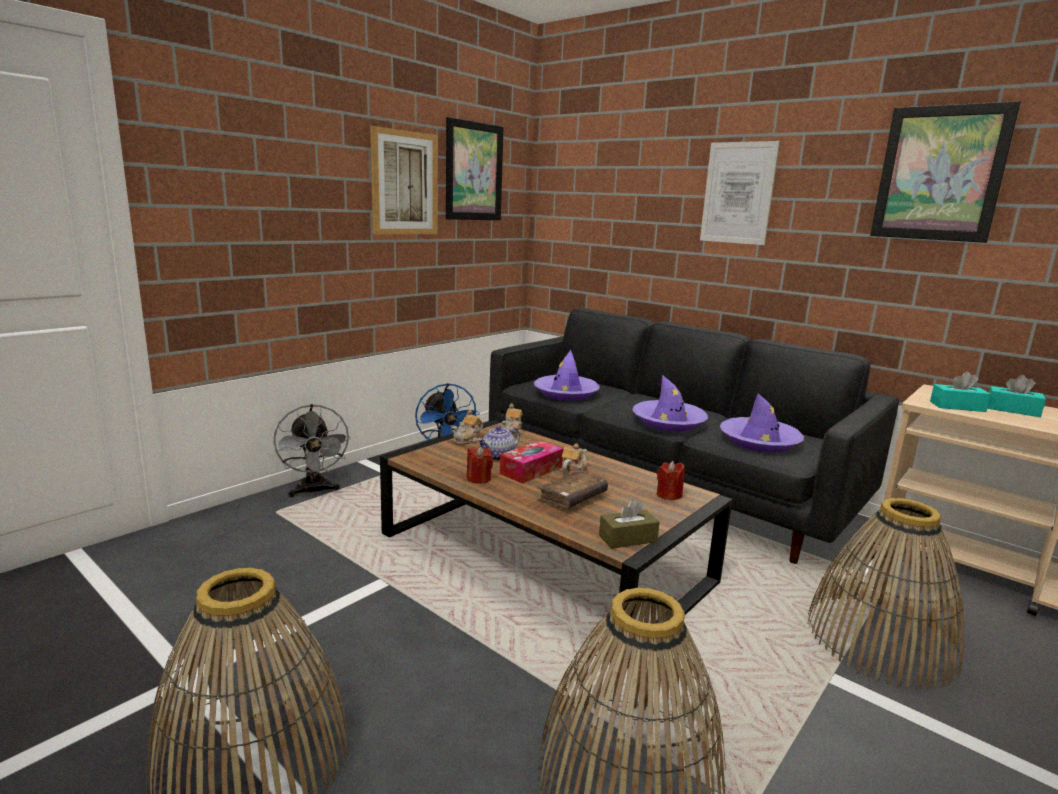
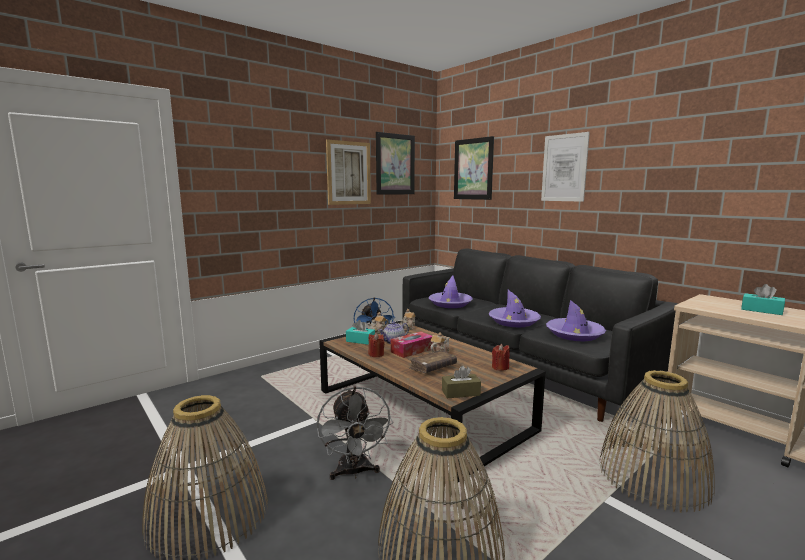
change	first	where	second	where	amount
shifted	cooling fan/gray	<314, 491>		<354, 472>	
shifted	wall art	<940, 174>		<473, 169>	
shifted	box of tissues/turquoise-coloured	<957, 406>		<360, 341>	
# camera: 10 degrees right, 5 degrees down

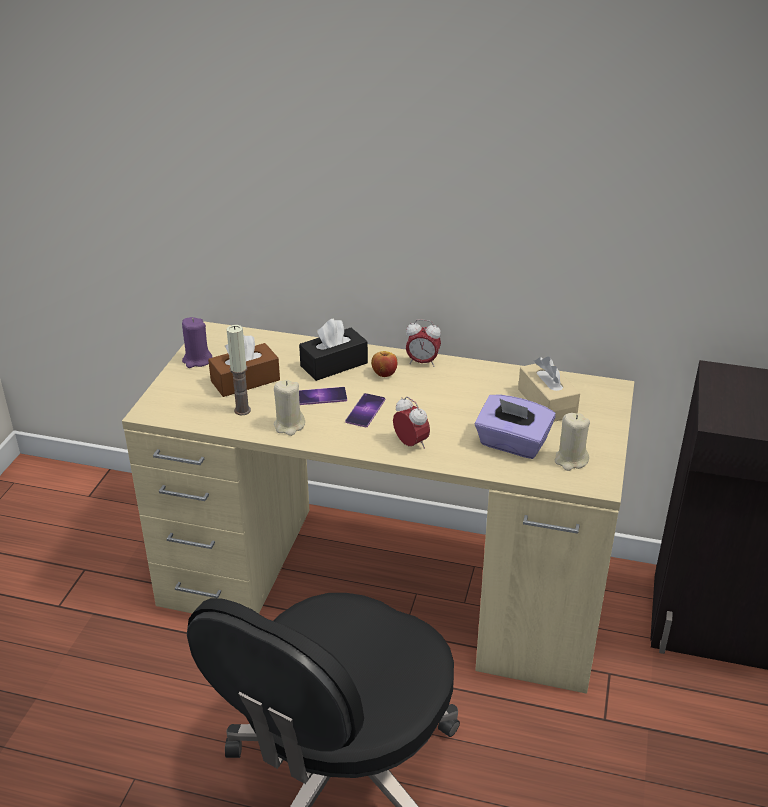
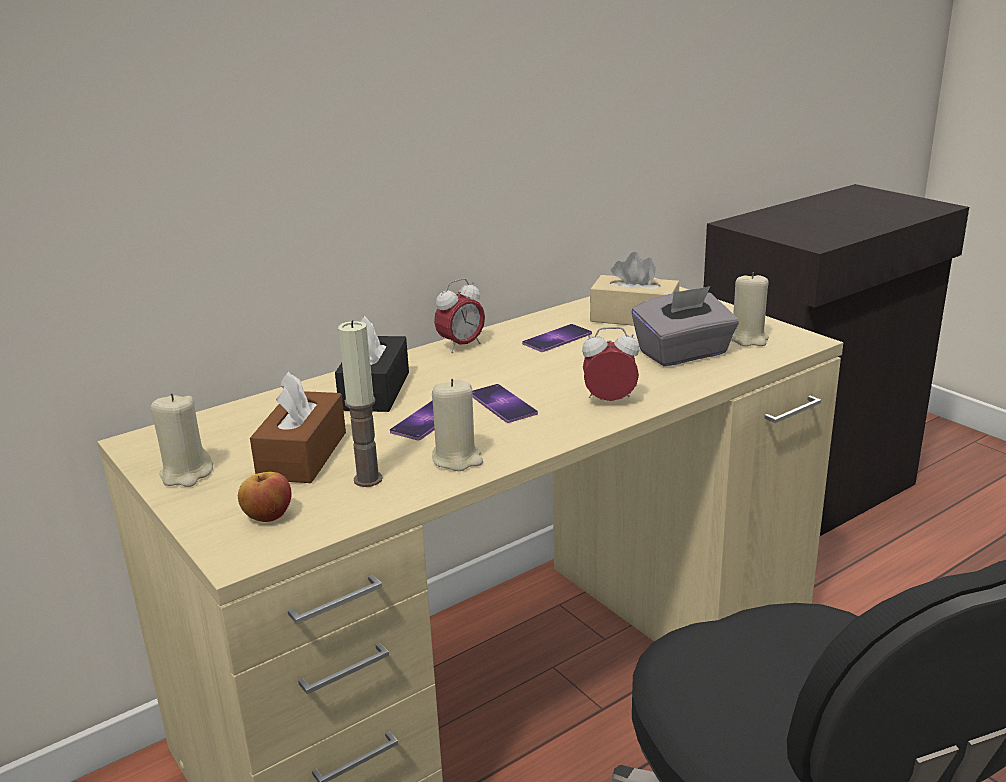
change	first	where	second	where	amount
new			phone	<557, 338>	
shifted	apple	<384, 373>		<268, 516>	
repainted	candle/purple	<197, 360>	candle/sand-coloured	<186, 474>	
repainted	box of tissues/purple	<512, 444>	box of tissues/gray	<683, 354>	
# camera: 50 degrees left, 10 degrees down

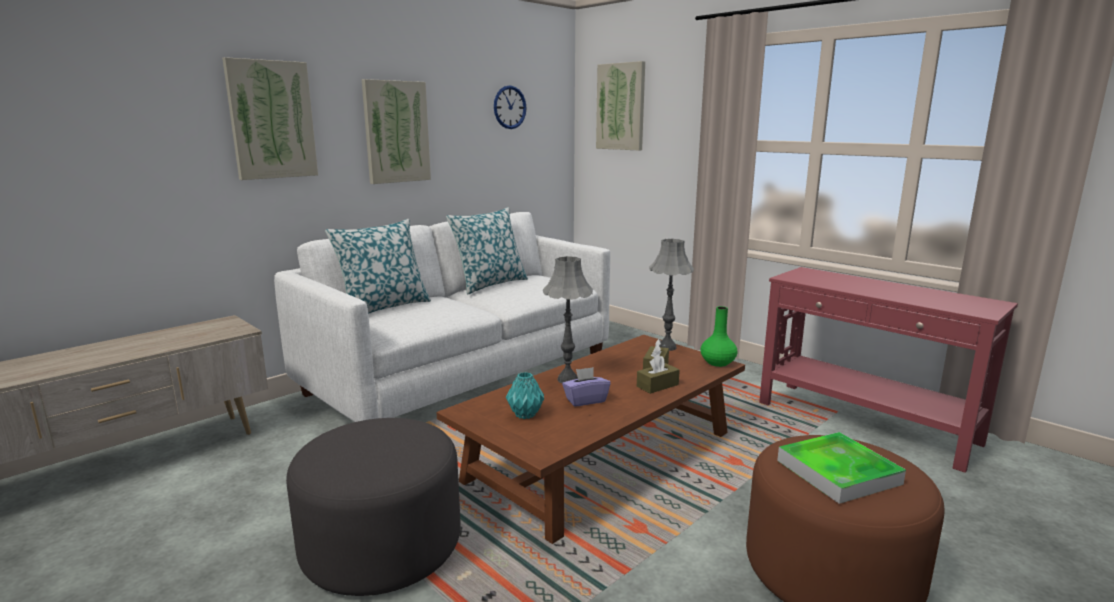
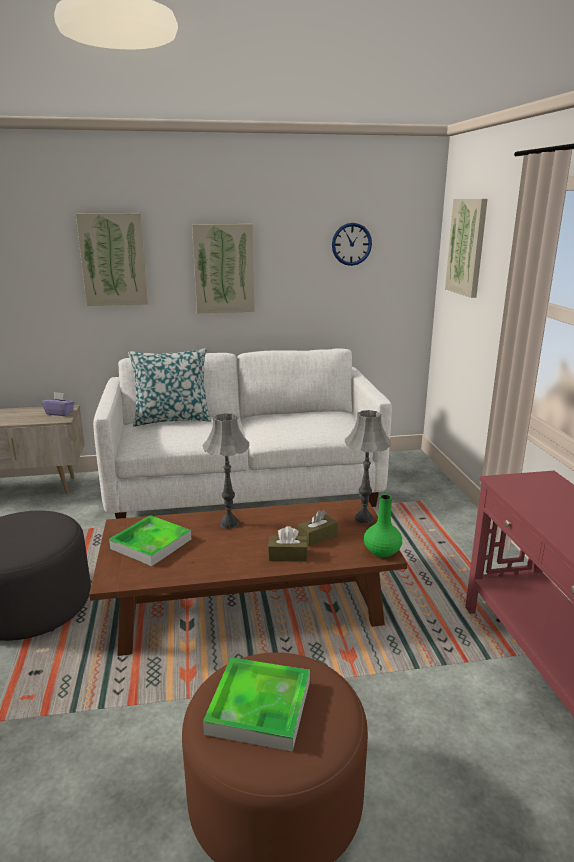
change	first	where	second	where	amount
gone	throw pillow	<489, 284>			
shifted	box of tissues/purple	<585, 400>		<59, 413>	
swapped	vase/turquoise-coloured	<524, 415>	tray	<151, 544>	
# camera: 35 degrees right, 5 degrees up

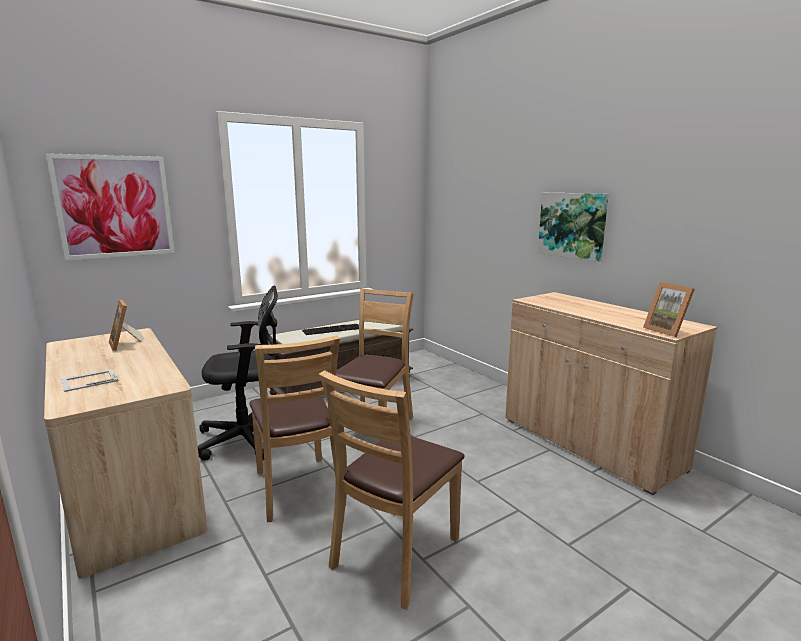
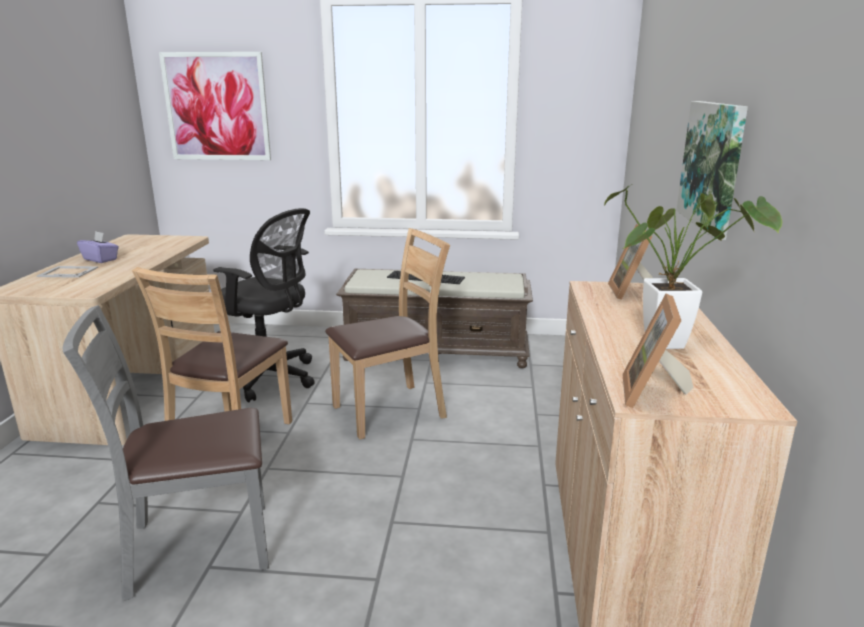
change	first	where	second	where	amount
new			box of tissues/purple	<100, 259>	
new			houseplant	<674, 343>	
shifted	picture frame	<125, 344>		<632, 292>	
repainted	chair/brown	<396, 554>	chair/gray	<197, 547>	
# camera: 40 degrees right, 5 degrees up

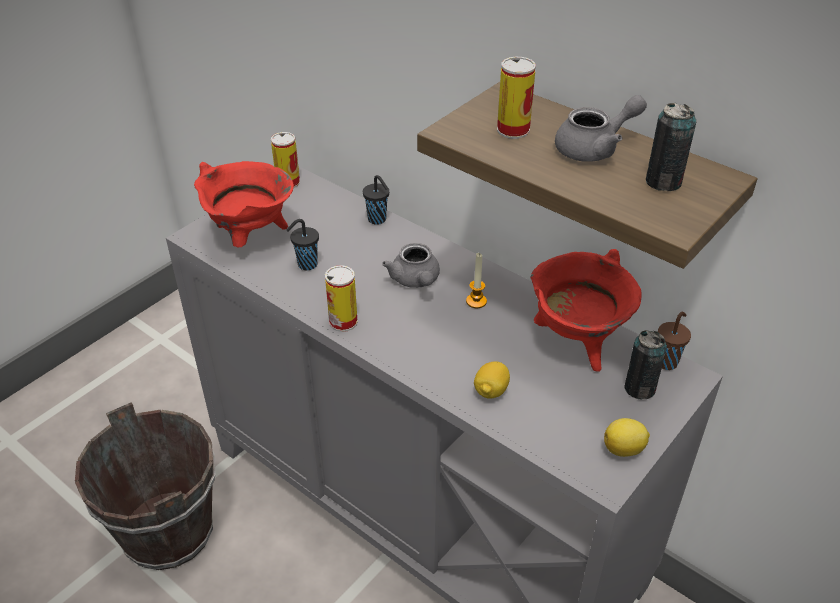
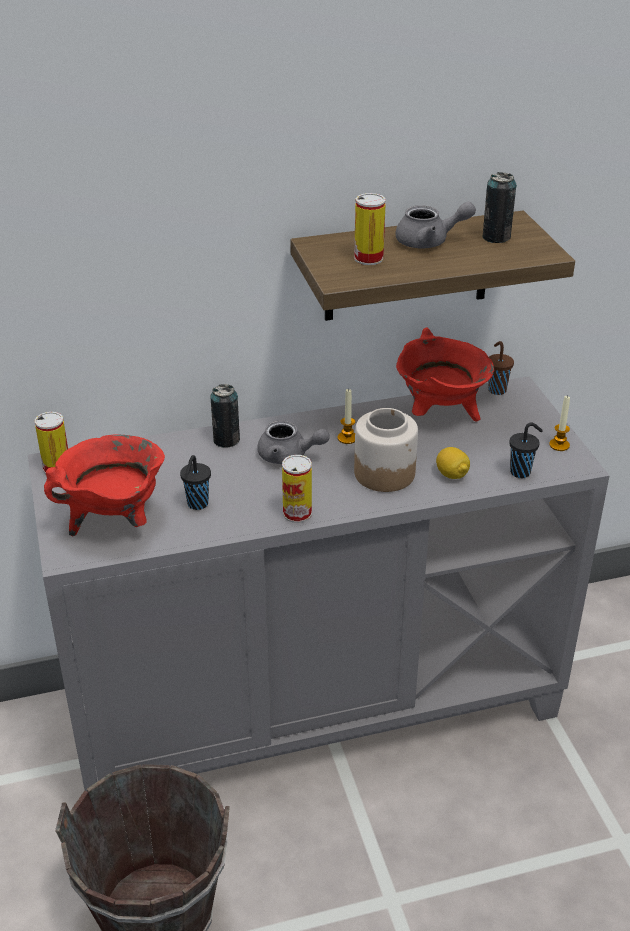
change	first	where	second	where	amount
new			jar	<384, 473>	
shifted	small cup/blackish	<378, 220>		<521, 472>	
shifted	metal can	<639, 388>		<226, 440>	
swapped	citrus fruit	<624, 449>	candle	<559, 445>	
rotated	pot for tea/gray	<595, 148>		<429, 241>	75 degrees clockwise
# camera: 55 degrees left, 5 degrees down

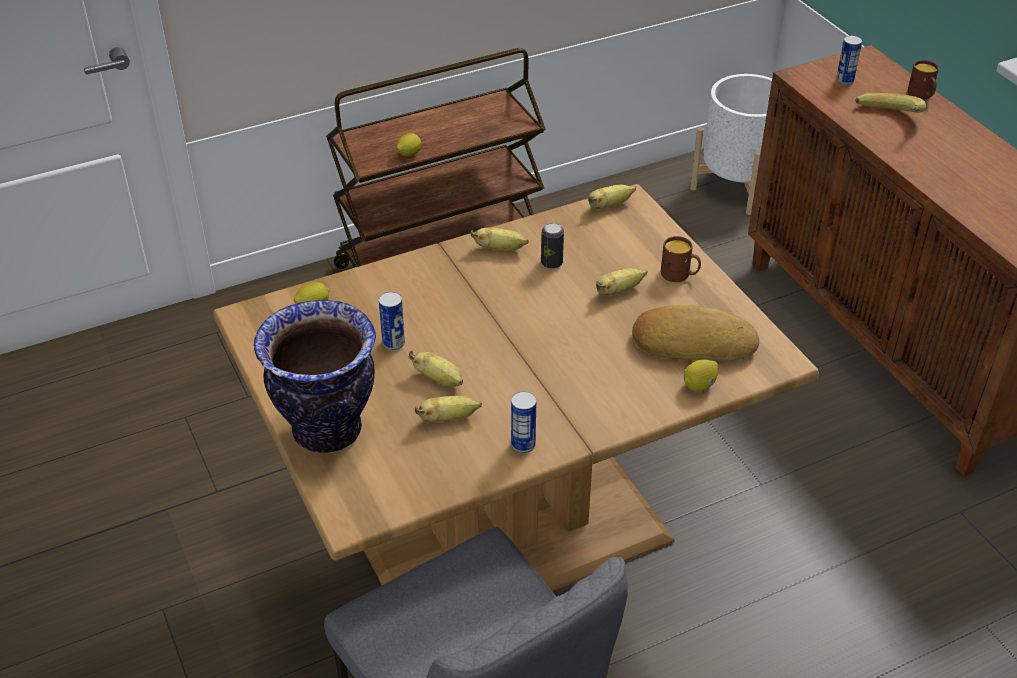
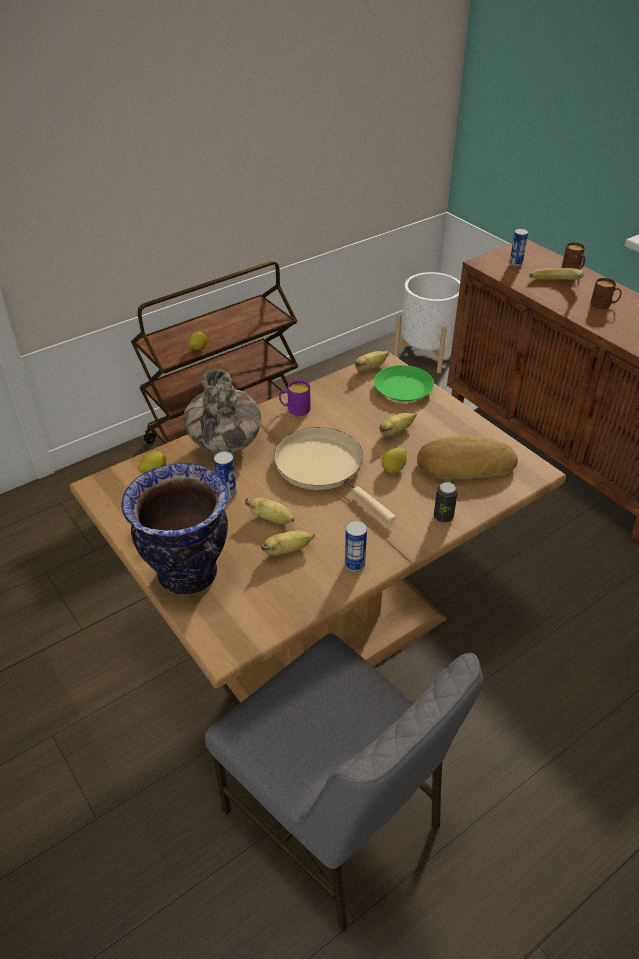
change	first	where	second	where	amount
new			vase	<225, 446>	
new			frying pan/sand-coloured	<323, 467>	
new			plate/green	<402, 389>	
shifted	metal can	<551, 263>		<443, 516>	
shifted	tea mug/brown	<680, 275>		<603, 305>	
shifted	citrus fruit	<699, 385>		<394, 469>	
swapped	banana	<500, 249>	tea mug/purple	<295, 409>	
# camera: 10 degrees left, 0 degrees up

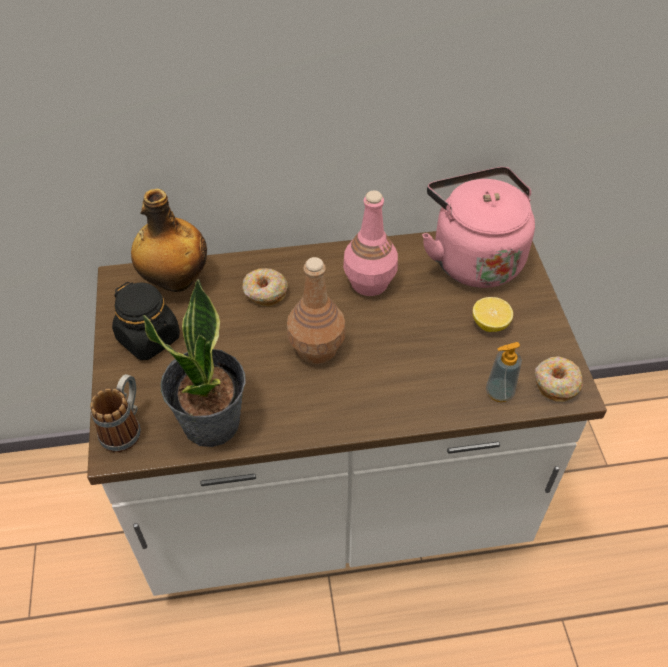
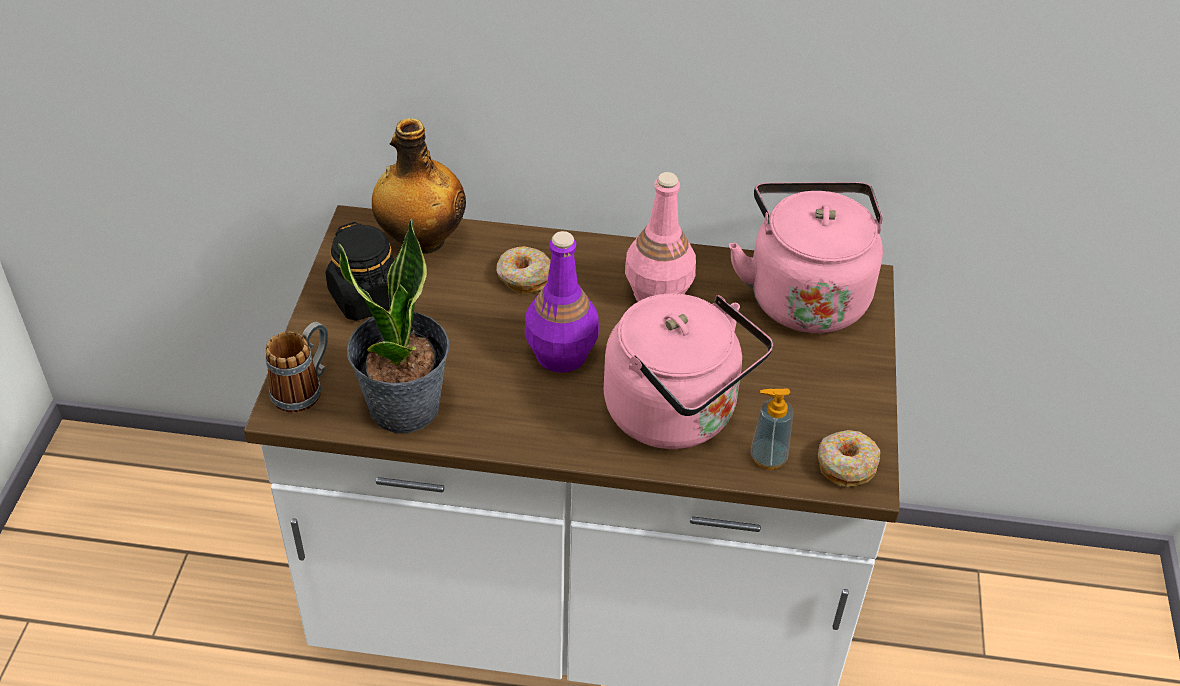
change	first	where	second	where	amount
gone	citrus fruit	<490, 324>			
new			water kettle/pinkish	<677, 414>	
repainted	bottle/brown	<315, 348>	bottle/purple	<560, 354>	
# camera: 15 degrees right, 5 degrees down

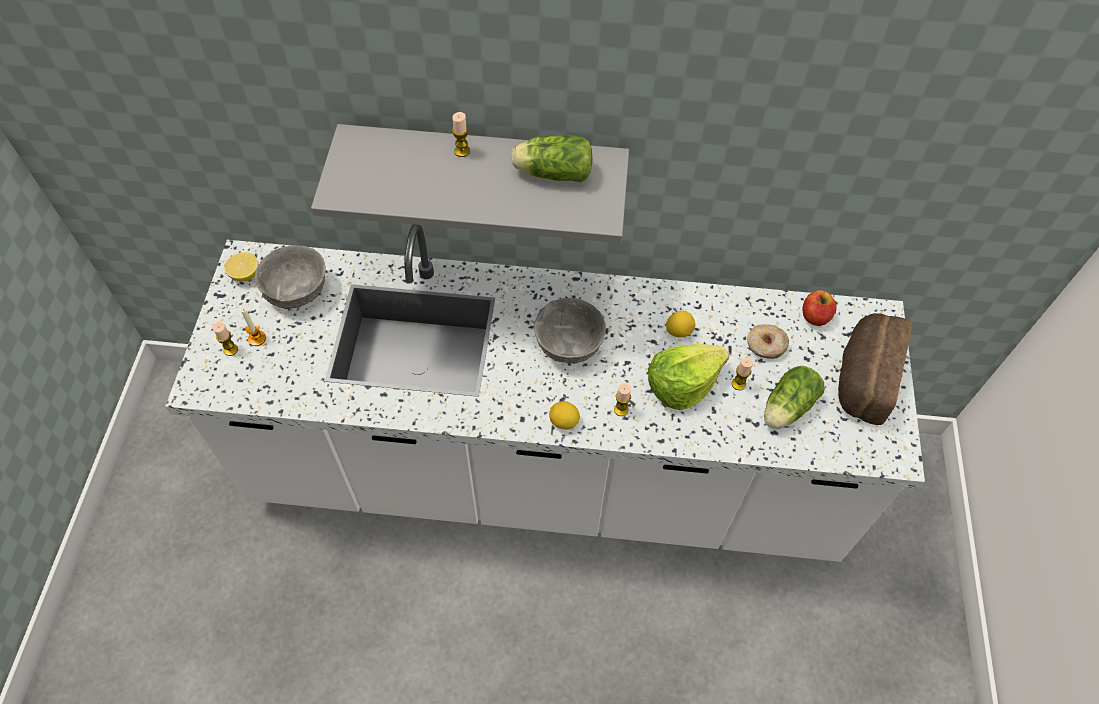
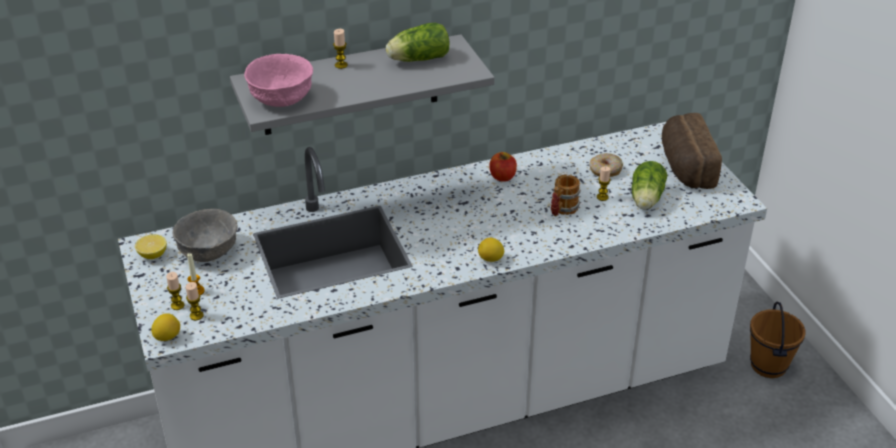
change	first	where	second	where	amount
gone	deep dish/gray	<567, 345>			
new			deep dish/pinkish	<282, 98>	
new			bucket/brown	<767, 365>	
shifted	candle	<621, 409>		<196, 315>	
shifted	citrus fruit	<678, 331>		<167, 337>	
shifted	apple	<815, 316>		<502, 177>	
swapped	lettuce	<682, 384>	tea mug	<562, 210>	
# camera: 25 degrees left, 20 degrees down

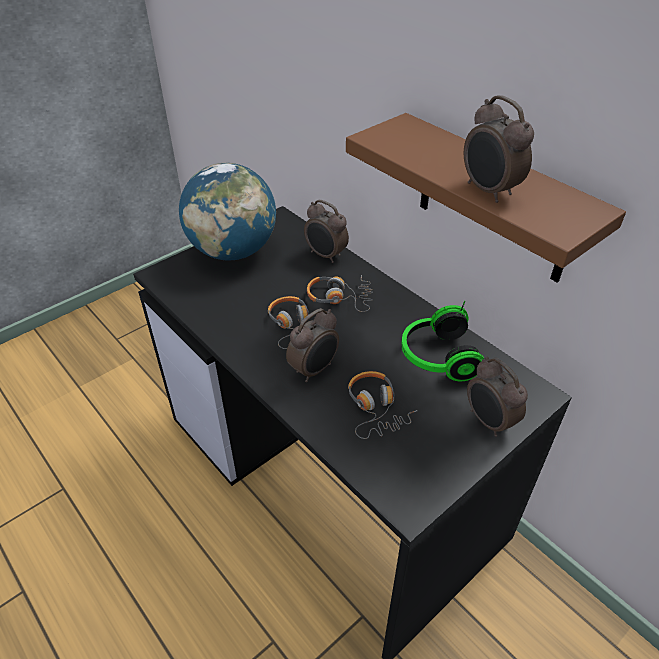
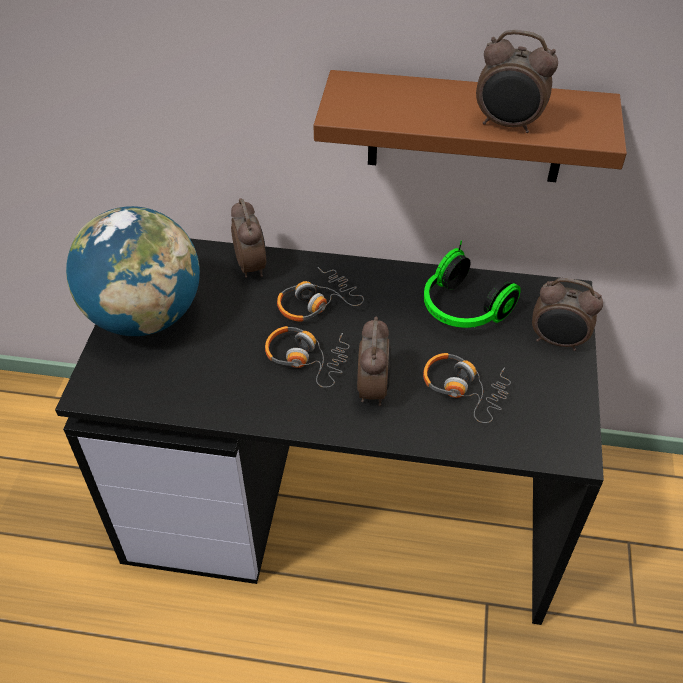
change	first	where	second	where	amount
rotated	bedside clock	<325, 255>		<252, 266>	105 degrees counterclockwise
# camera: 40 degrees left, 5 degrees up

